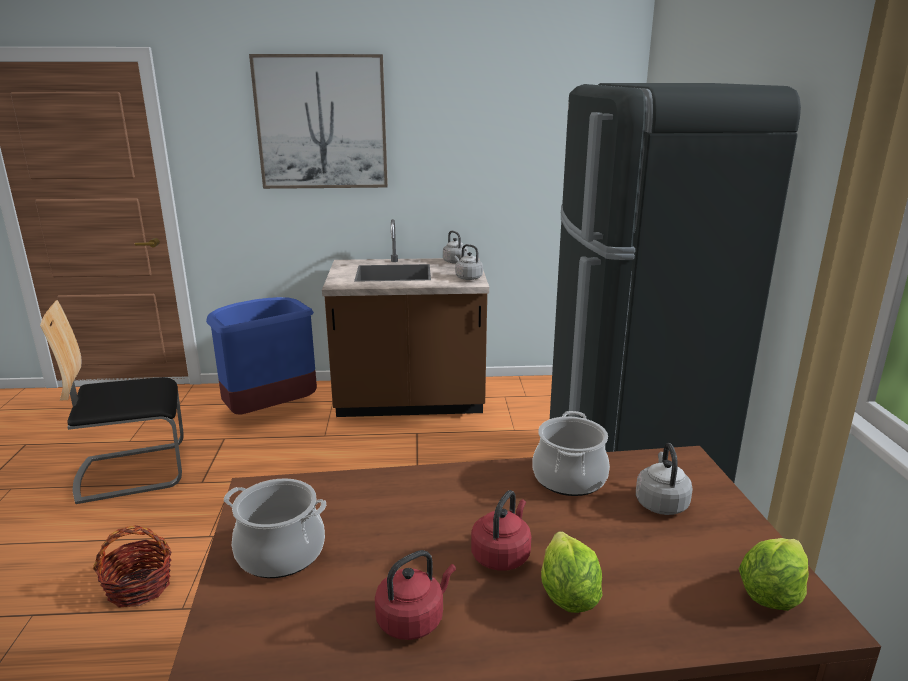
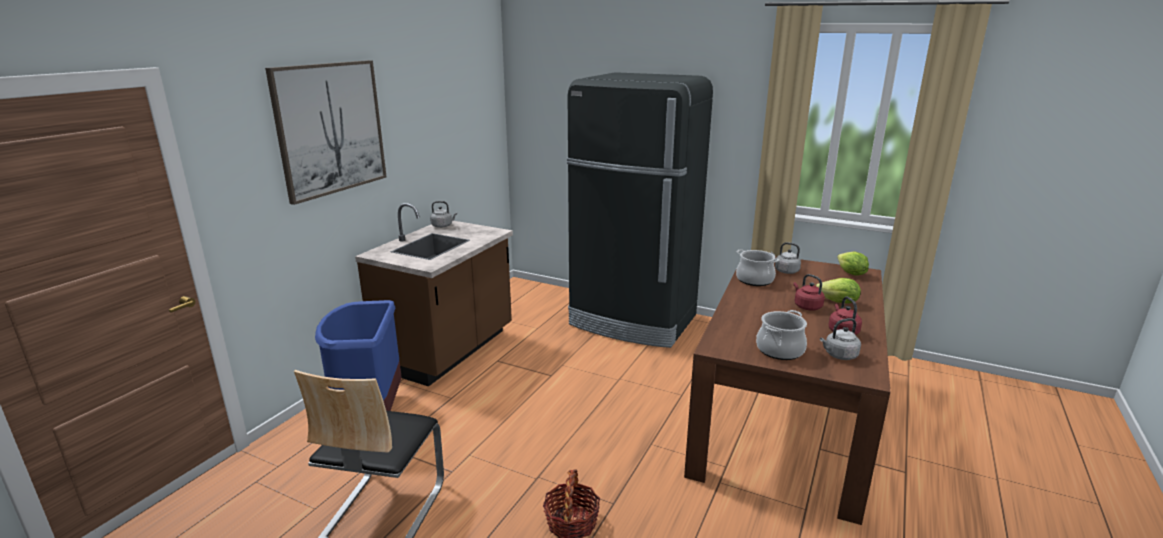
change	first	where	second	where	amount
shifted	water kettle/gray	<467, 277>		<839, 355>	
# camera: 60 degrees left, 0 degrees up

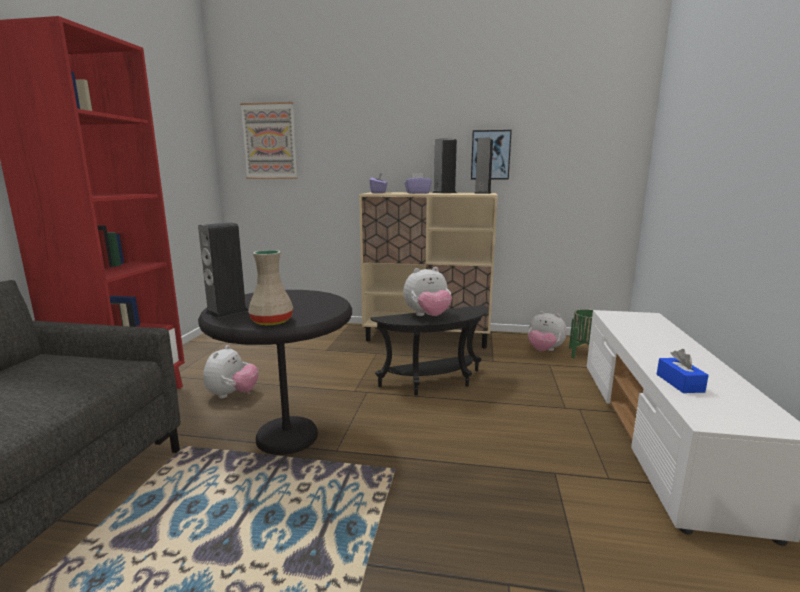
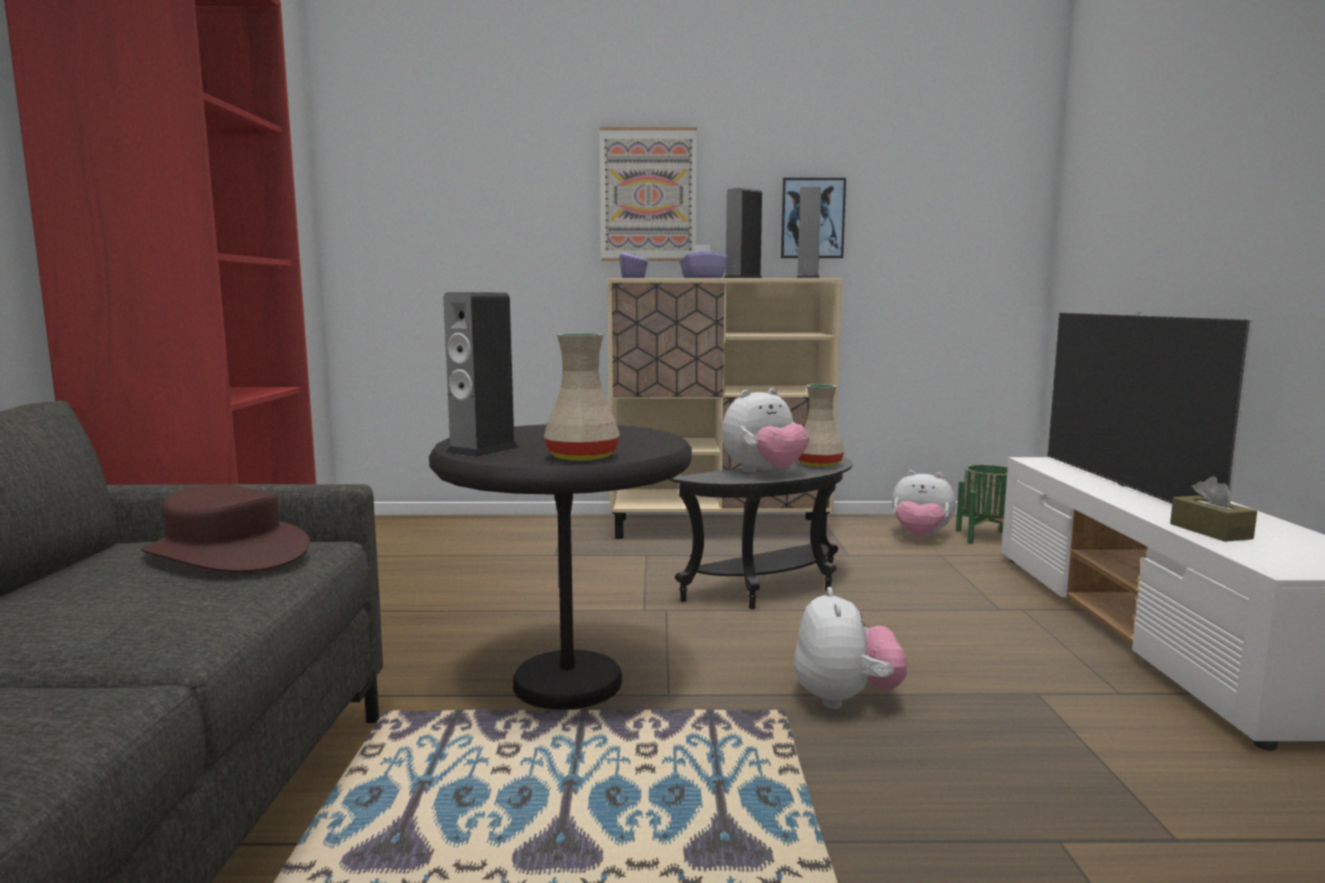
change	first	where	second	where	amount
new			clothing hat/brown	<226, 553>	
new			vase/sand-coloured	<817, 464>	
new			television	<1123, 485>	
shifted	soft toy	<232, 395>		<845, 699>	
shifted	wall art	<270, 141>		<648, 195>	
repainted	box of tissues/blue	<679, 383>	box of tissues/brown	<1210, 531>	
# camera: 10 degrees left, 5 degrees down

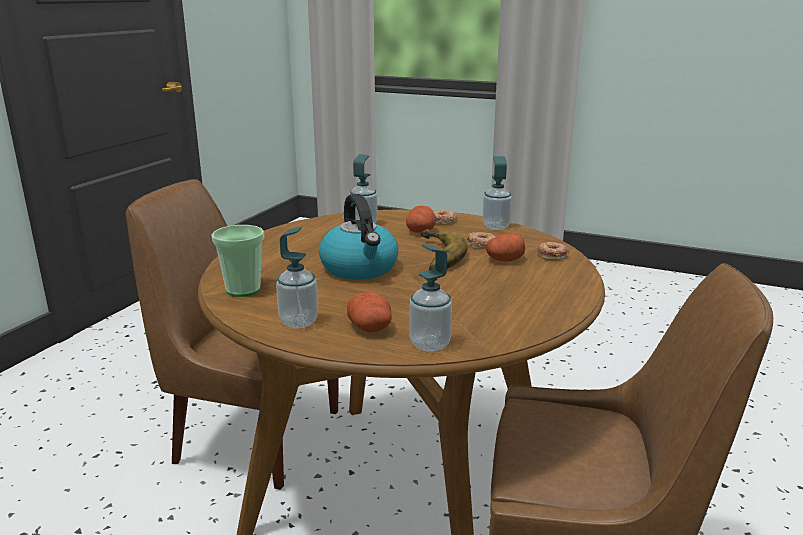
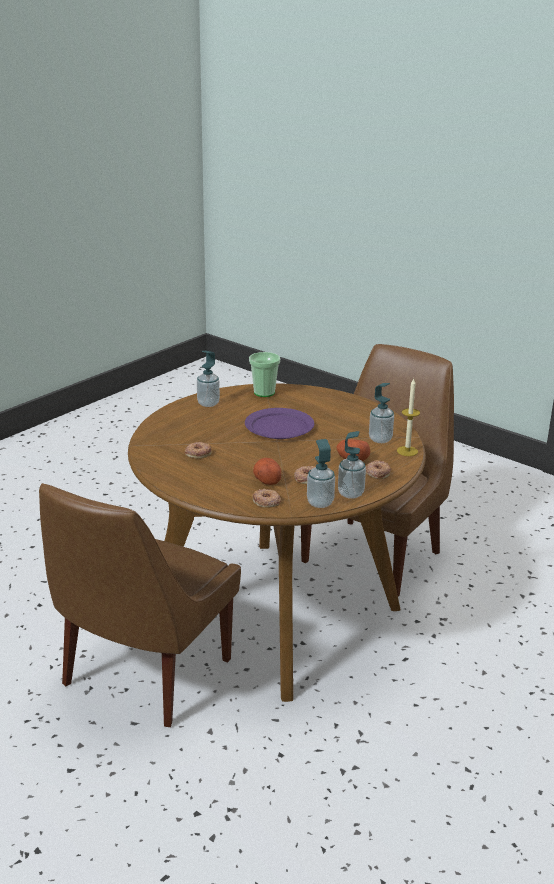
change	first	where	second	where	amount
gone	potato	<371, 328>			
gone	banana	<433, 256>			
new			ring doughnut	<198, 453>	
new			candle	<407, 451>	
shifted	soap dispenser	<430, 344>		<320, 503>	
swapped	water kettle	<360, 268>	plate/purple	<279, 427>	
# camera: 105 degrees right, 5 degrees up

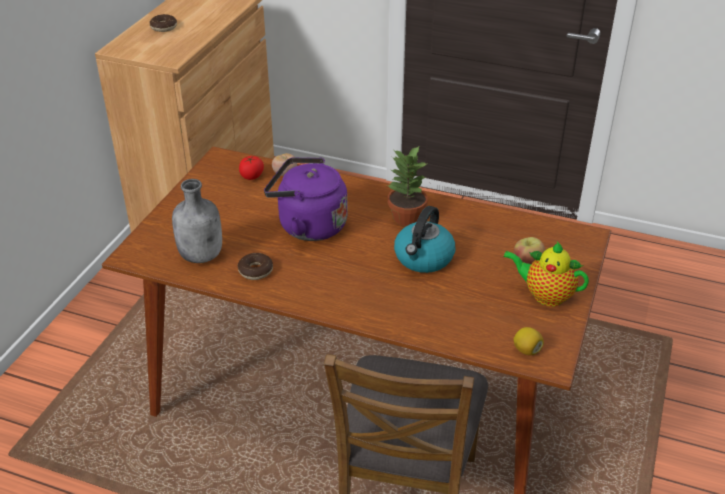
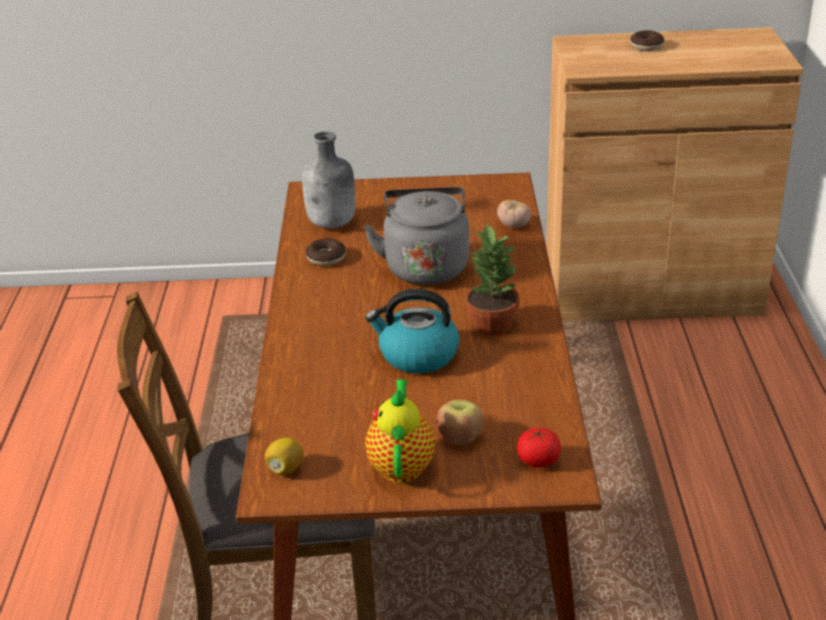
change	first	where	second	where	amount
shifted	fresh tomato	<251, 176>		<538, 461>	
repainted	water kettle/purple	<308, 225>	water kettle/gray	<425, 266>	
# camera: 70 degrees right, 5 degrees down

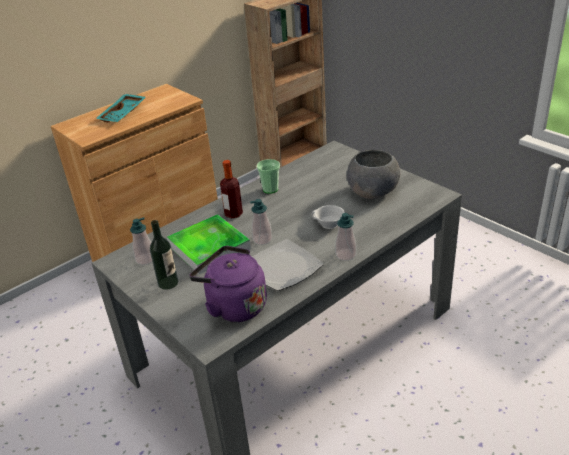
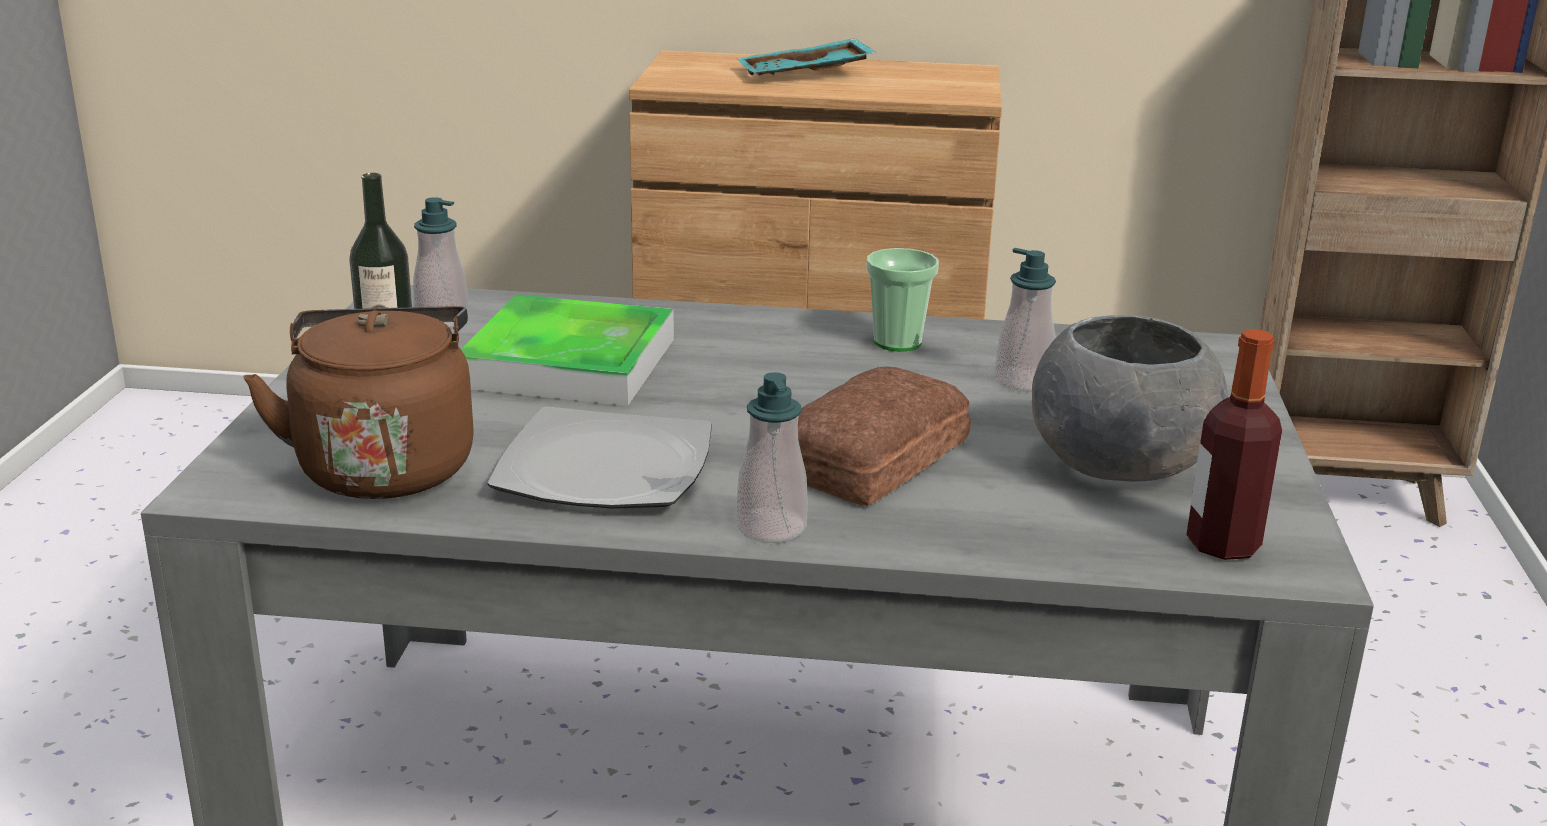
change	first	where	second	where	amount
shifted	bottle	<233, 214>		<1223, 545>	
shifted	soap dispenser	<262, 239>		<1023, 382>	
swapped	small cup/white-coloured	<328, 224>	bakery bread	<870, 458>	
repainted	water kettle/purple	<233, 306>	water kettle/brown	<385, 465>	
# camera: 45 degrees right, 10 degrees down

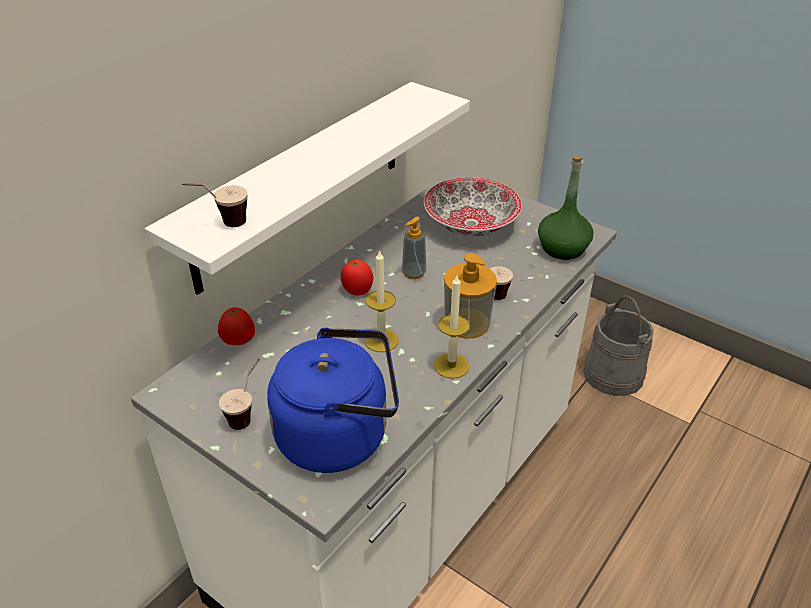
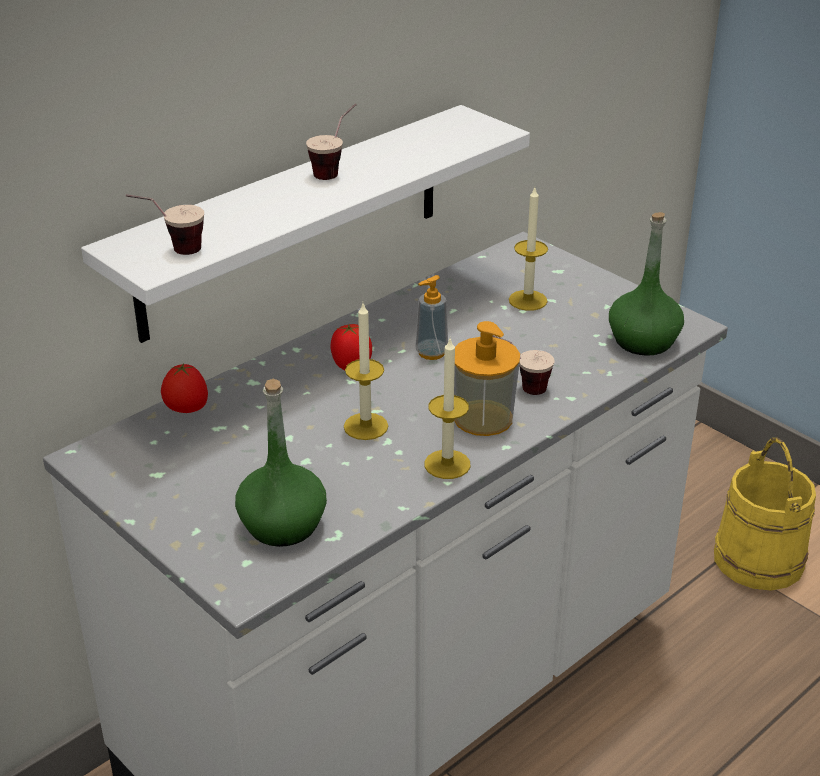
change	first	where	second	where	amount
shifted	small cup	<248, 413>		<335, 170>	
swapped	water kettle/blue	<339, 435>	bottle/green	<283, 525>	
swapped	deep dish	<471, 224>	candle	<528, 300>	
repainted	bucket/gray	<614, 374>	bucket/yellow-coloured	<759, 559>	
# camera: 10 degrees right, 5 degrees down

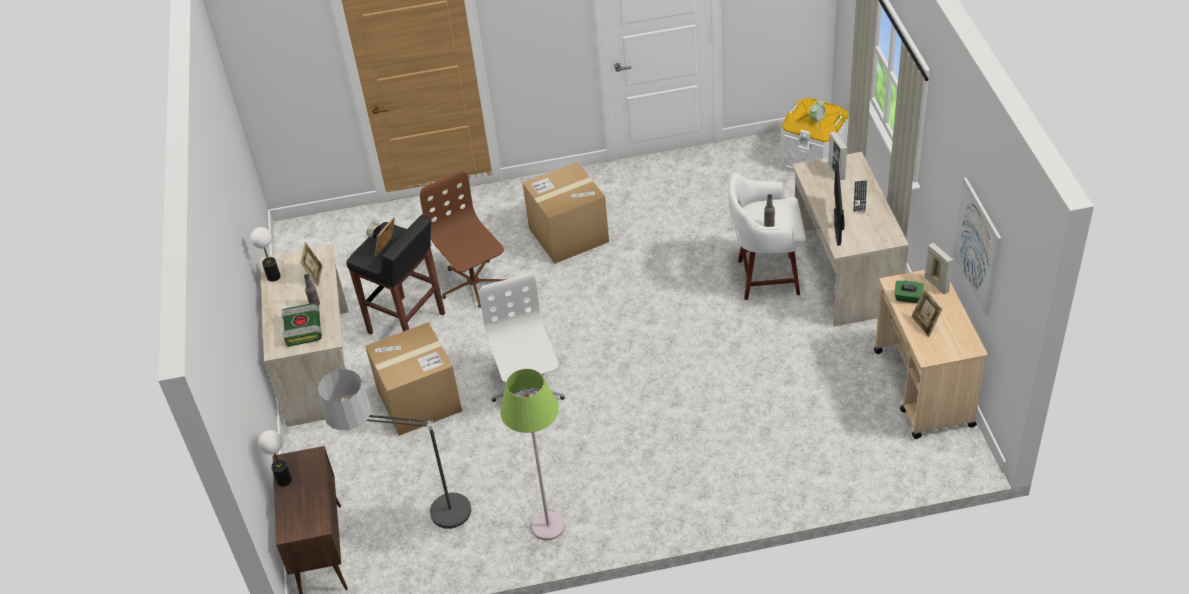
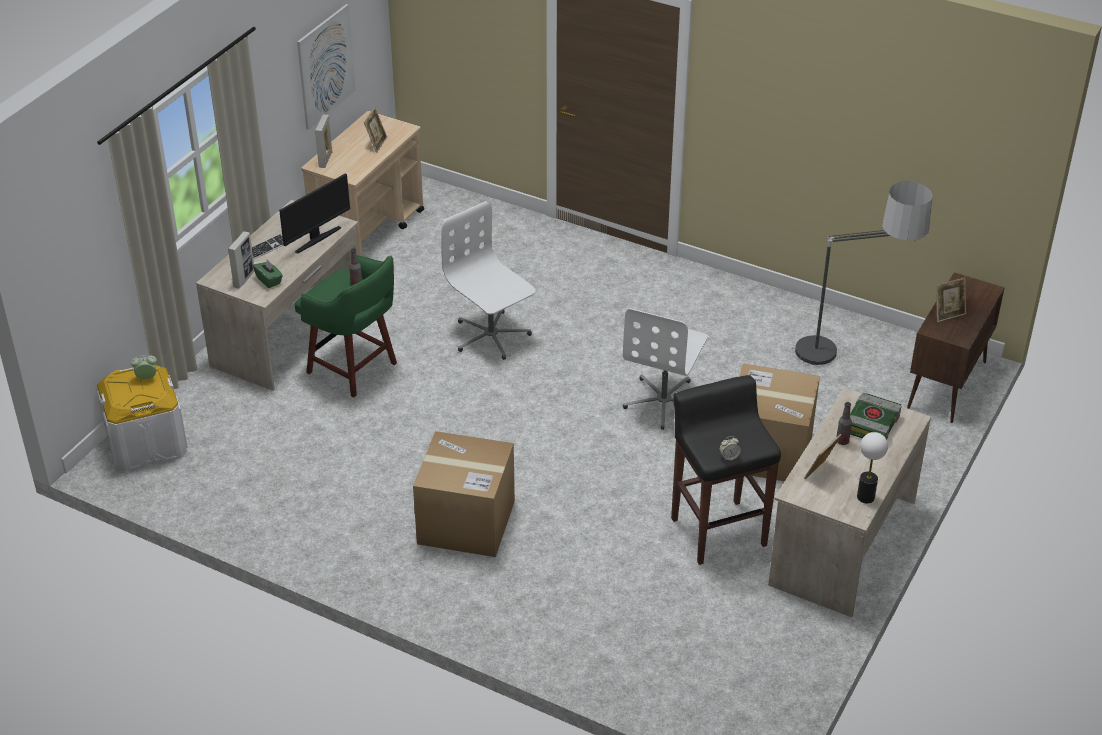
change	first	where	second	where	amount
gone	lamp for a table	<284, 480>			
gone	computer chair/brown	<473, 284>			
gone	standard lamp/green	<548, 526>			
new			computer chair/white-coloured	<491, 336>	
shifted	picture frame	<387, 248>		<948, 314>	
shifted	box of tissues/green	<907, 298>		<269, 280>	
repainted	stool seat/white-coloured	<765, 277>	stool seat/green	<354, 369>	
# camera: 145 degrees left, 5 degrees down

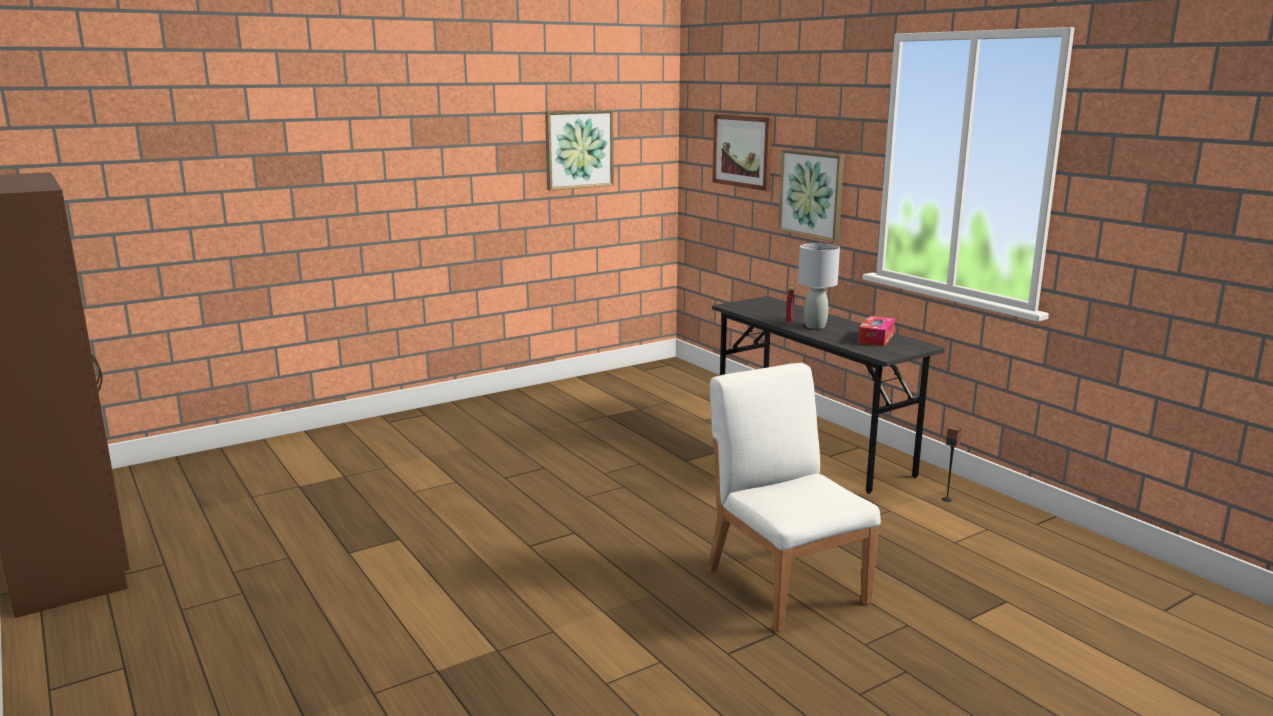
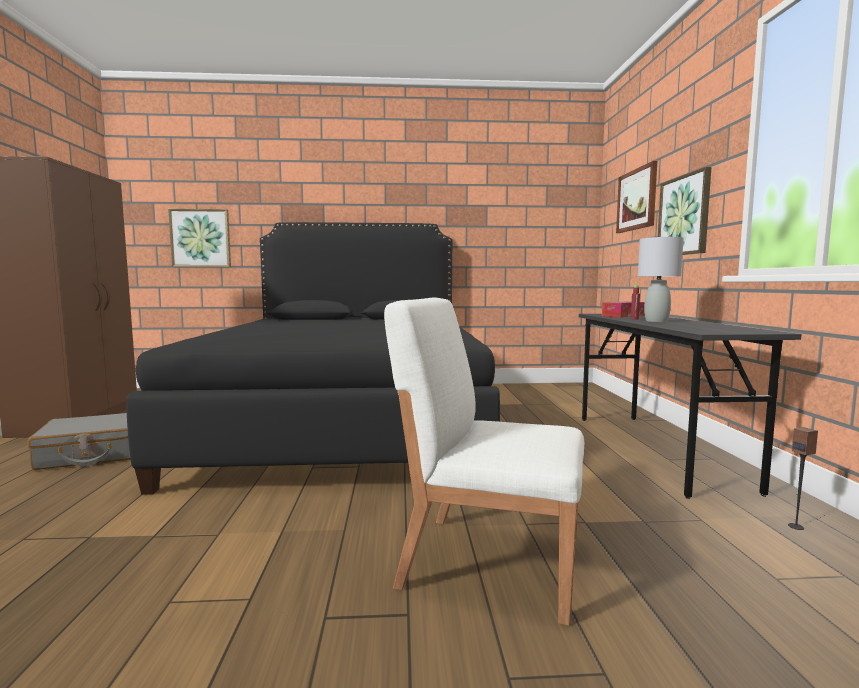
change	first	where	second	where	amount
new			piece of luggage/gray	<95, 454>	
new			bed/blackish	<346, 421>	
shifted	wall art	<578, 149>		<201, 238>	
shifted	box of tissues	<876, 338>		<623, 316>	
rotated	chair/white-coloured	<786, 585>		<489, 562>	75 degrees counterclockwise
# camera: 30 degrees right, 10 degrees down

